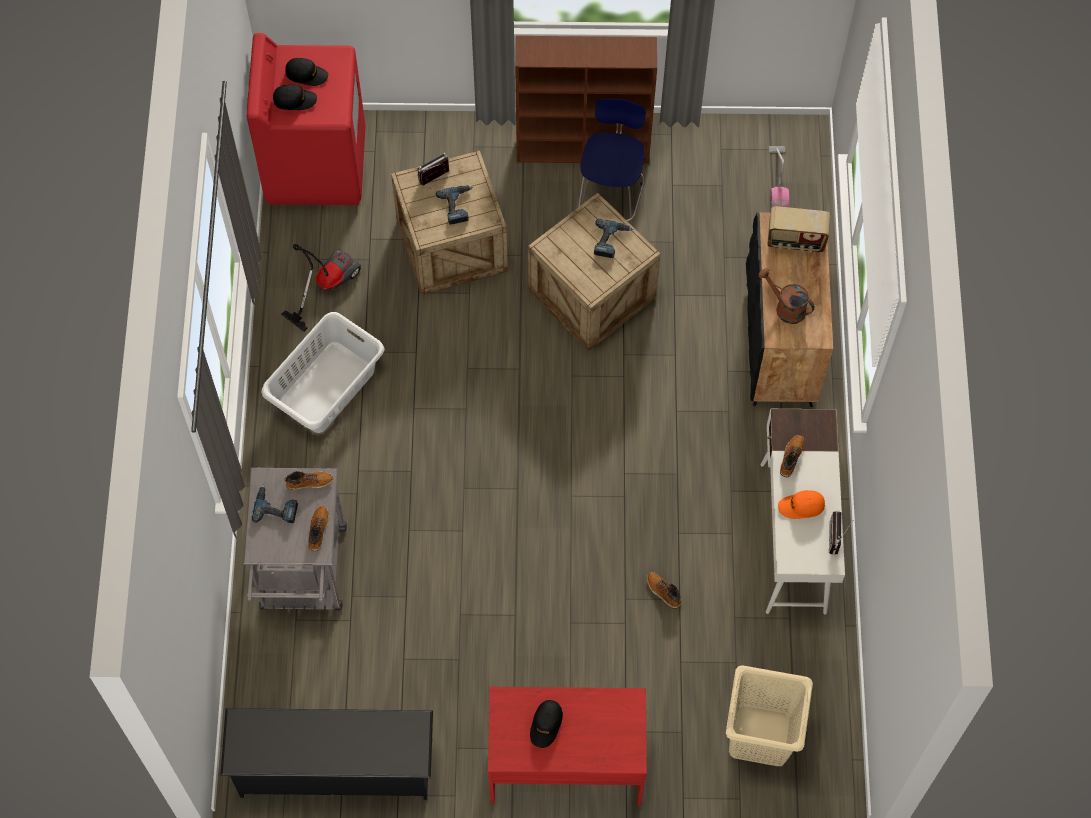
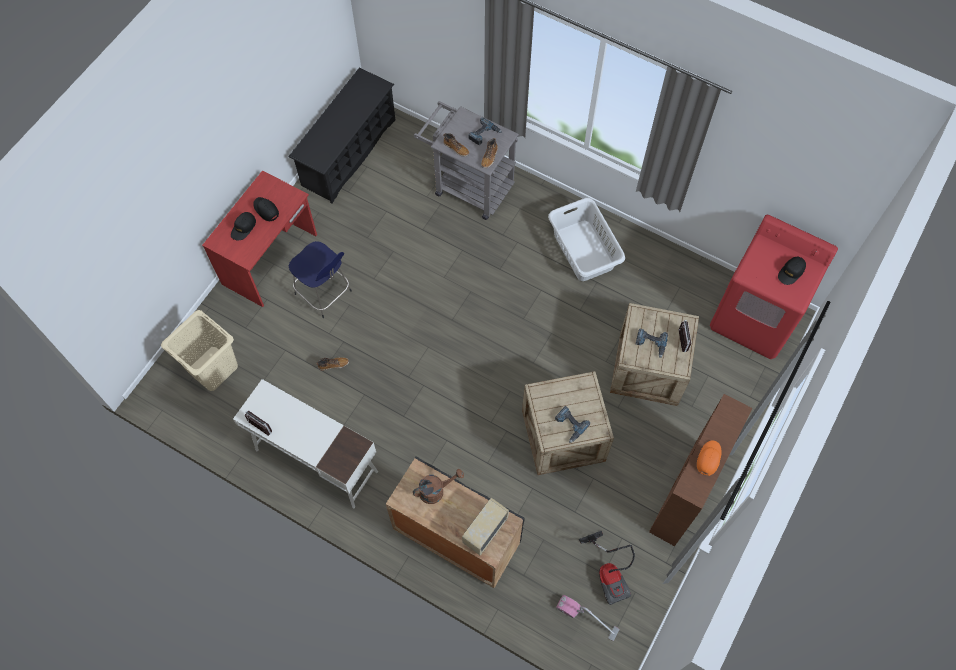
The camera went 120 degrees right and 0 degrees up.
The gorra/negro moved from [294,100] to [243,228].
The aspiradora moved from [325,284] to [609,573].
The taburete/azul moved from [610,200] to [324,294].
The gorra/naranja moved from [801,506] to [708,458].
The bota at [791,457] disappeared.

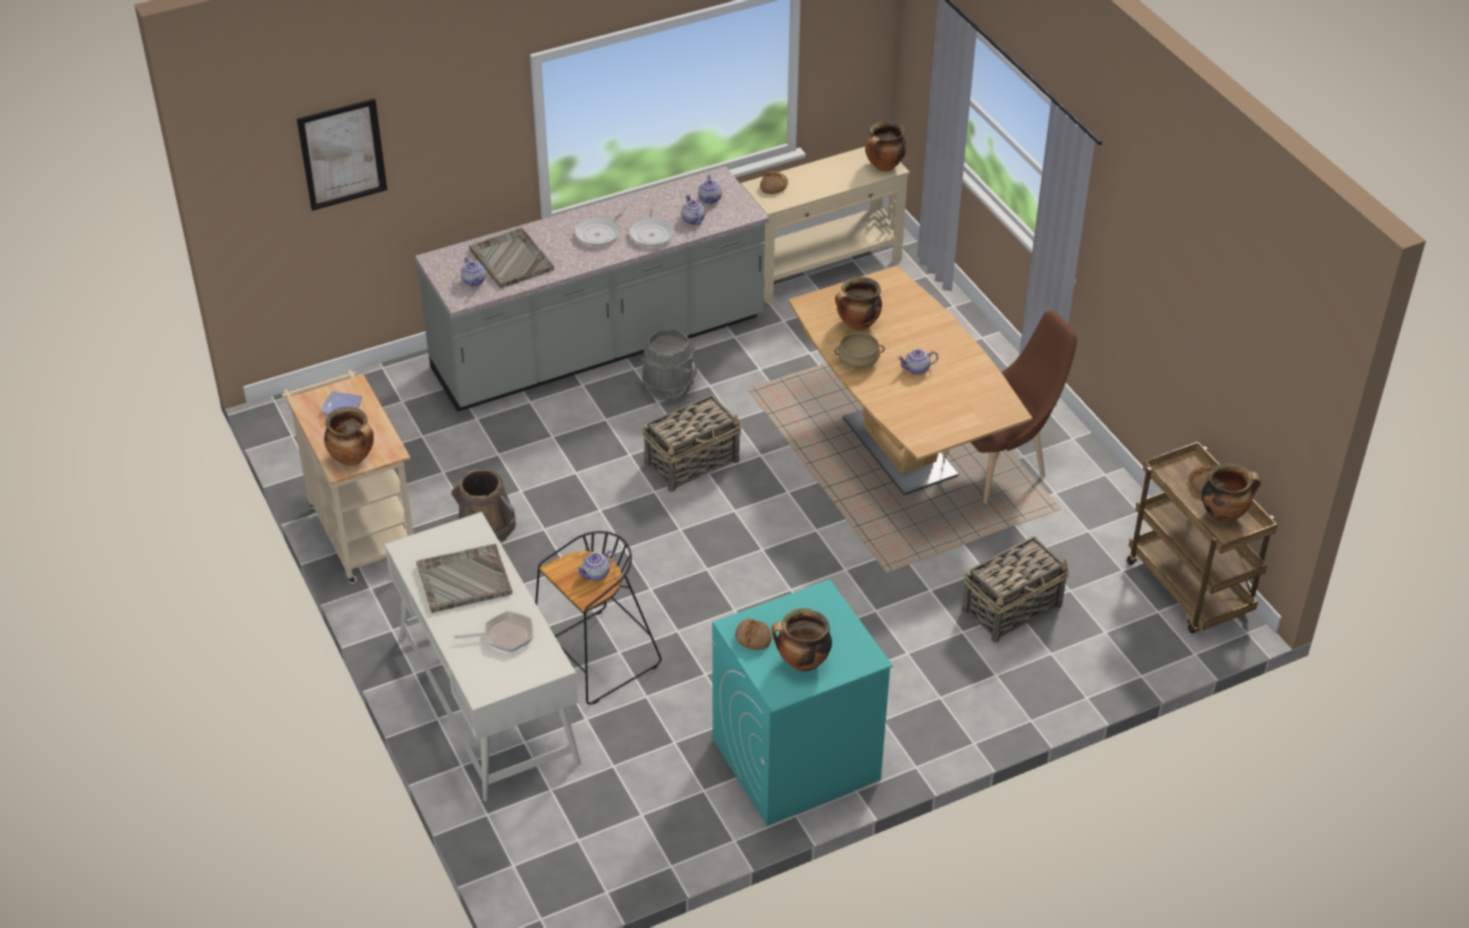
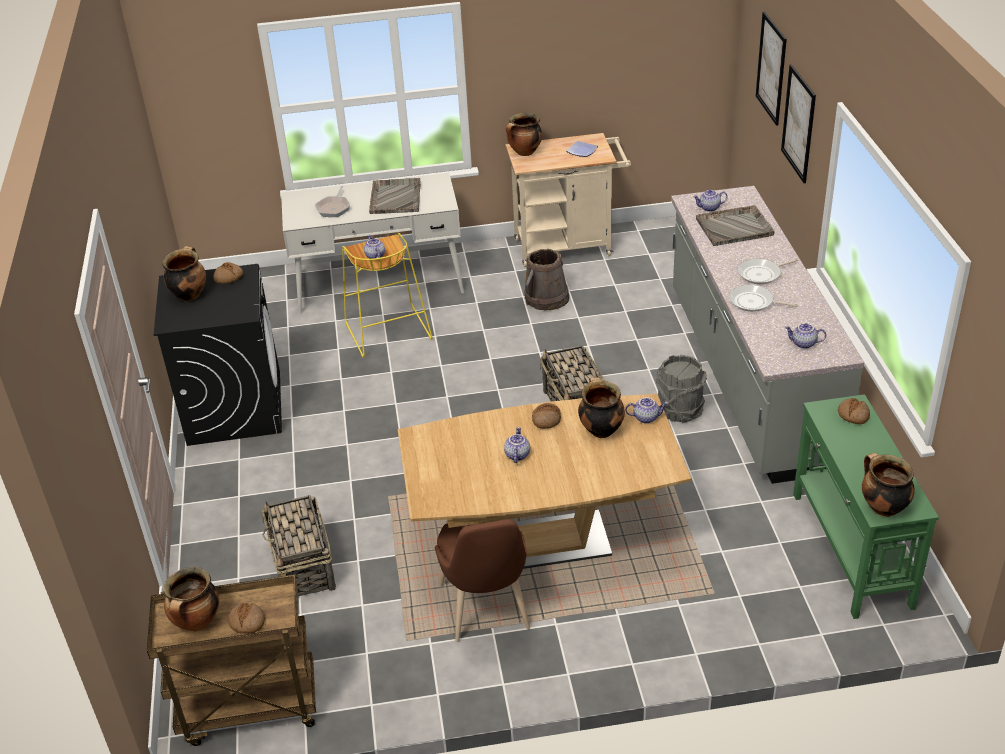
The camera went 110 degrees right and 5 degrees down.
The taburete/negro at [595,659] became the taburete/amarillo at [387,331].
The sartén at [599,233] turned 75 degrees counterclockwise.
The tetera moved from [692,219] to [646,417].
The lavadora/turquesa at [795,760] became the lavadora/negro at [234,407].
The mesa consola/beis at [822,266] became the mesa consola/verde at [851,550].
The olla/beis at [858,361] was replaced by the pan at [546,419].
The cuadro at [798,123] appeared.

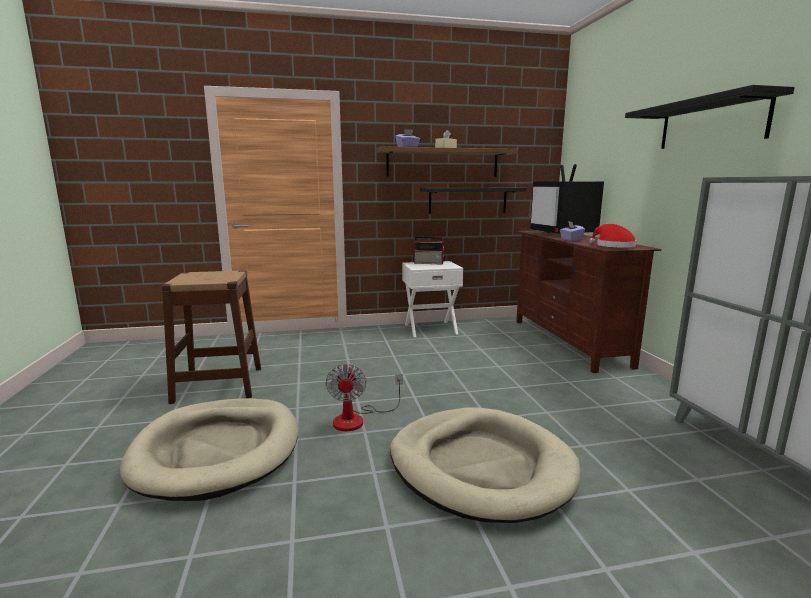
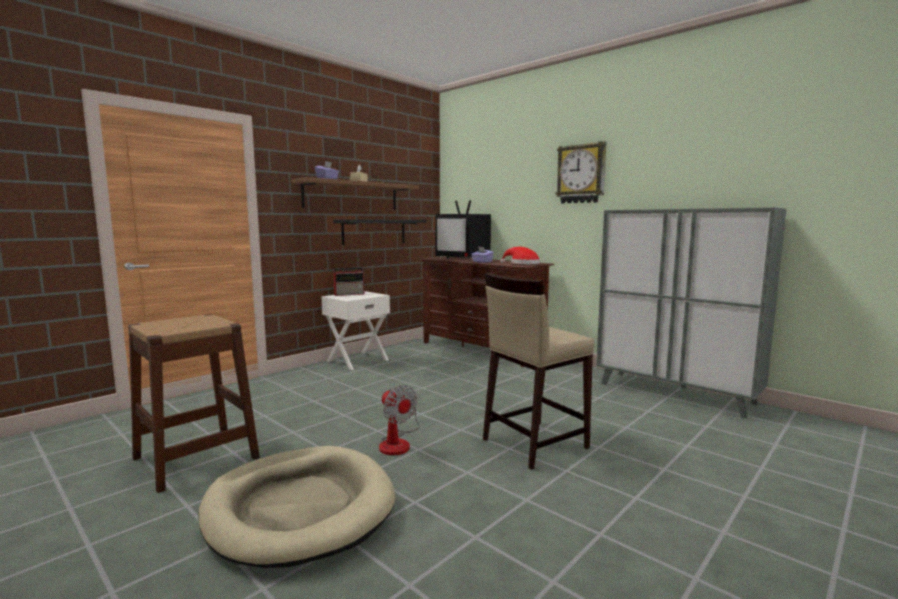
The camera went 35 degrees left and 5 degrees down.
The cama para perro/beis at [480,467] was replaced by the taburete/beis at [533,443].
The estante/negro at [711,123] was replaced by the reloj de pared at [581,174].

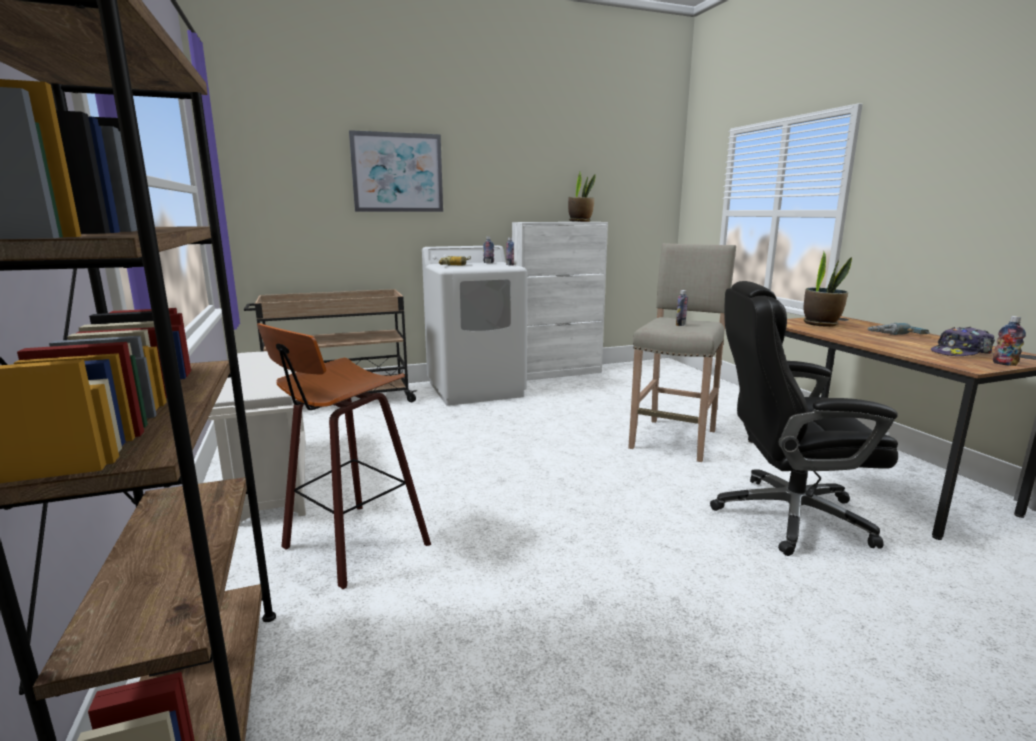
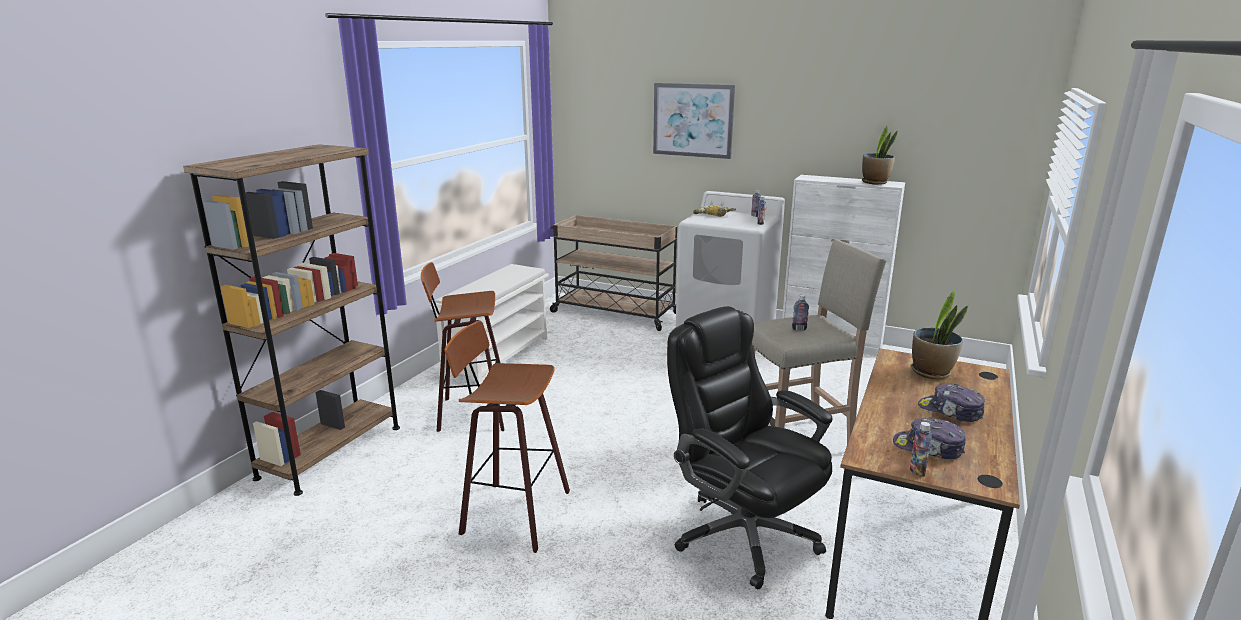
The camera went 45 degrees right and 5 degrees up.
The taladro at [897,336] was replaced by the gorra at [950,411].
The taburete at [512,513] appeared.

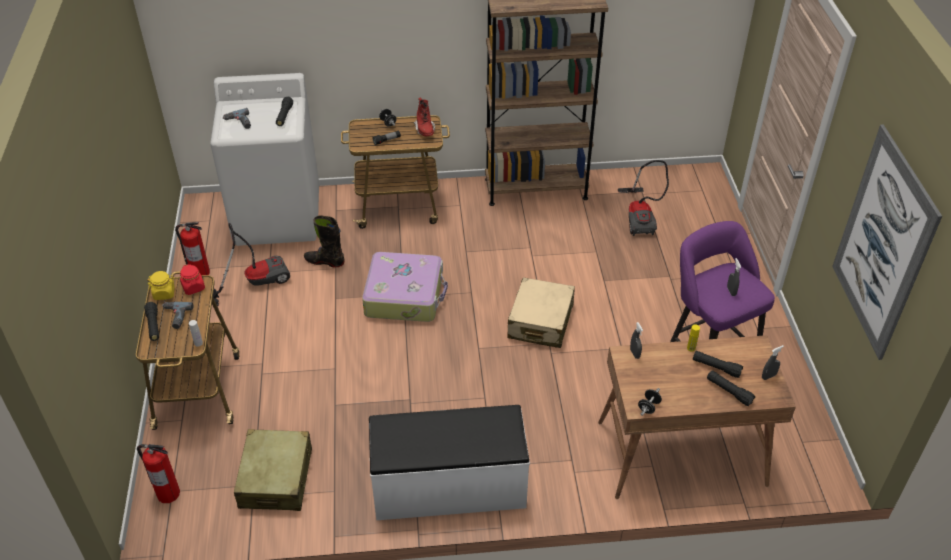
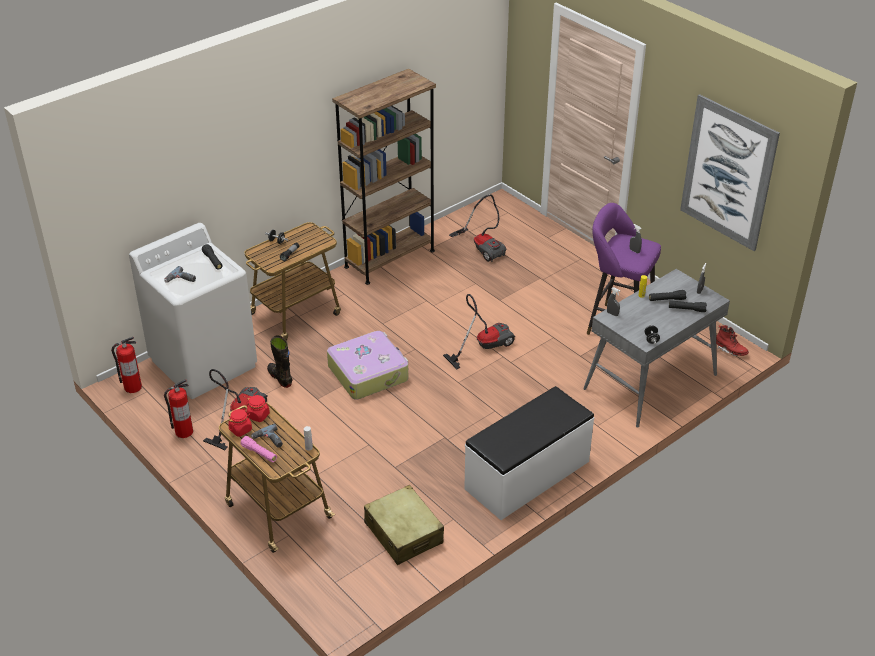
The camera went 35 degrees left and 5 degrees down.
The extintor moved from [167,493] to [132,387].
The linterna/negro at [153,325] became the linterna/rosa at [259,453].
The tarro/amarillo at [164,293] became the tarro/rojo at [240,429].
The bota/negro at [325,261] turned 75 degrees clockwise.
The bota/rojo moved from [425,130] to [730,351].
The maleta/beis at [540,322] was replaced by the aspiradora at [483,346].
The escritorio/marrón at [680,454] became the escritorio/gris at [650,383].

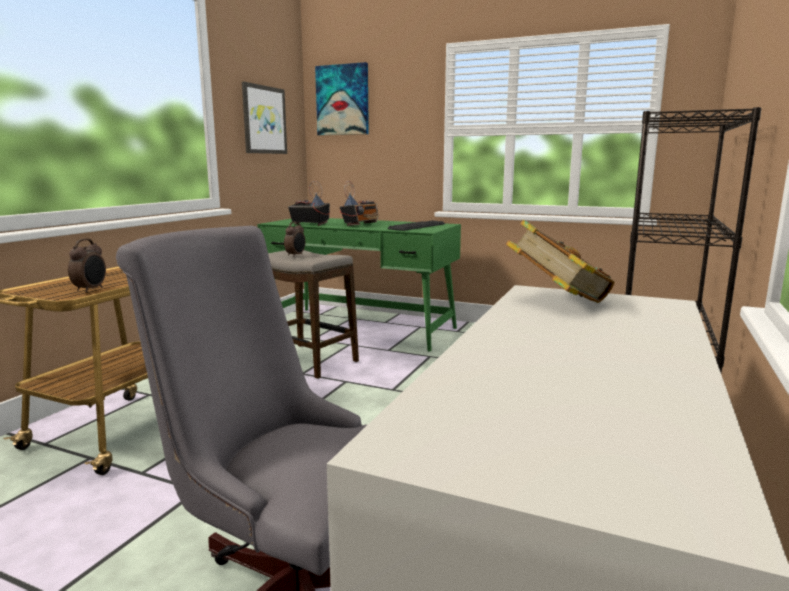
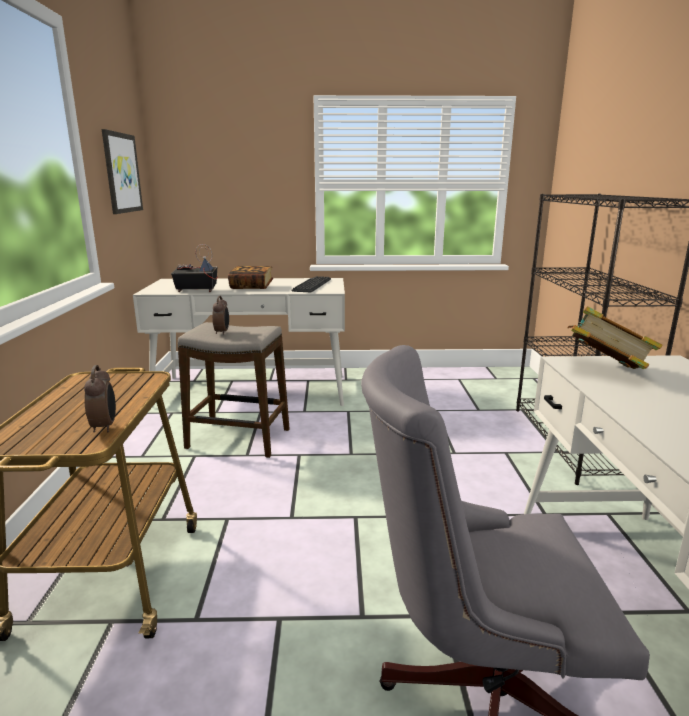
The camera went 25 degrees left and 5 degrees up.
The escritorio/verde at [360,328] became the escritorio/blanco at [253,391].
The cuadro at [343,100] disappeared.
The radio at [360,225] was replaced by the libro at [251,287].

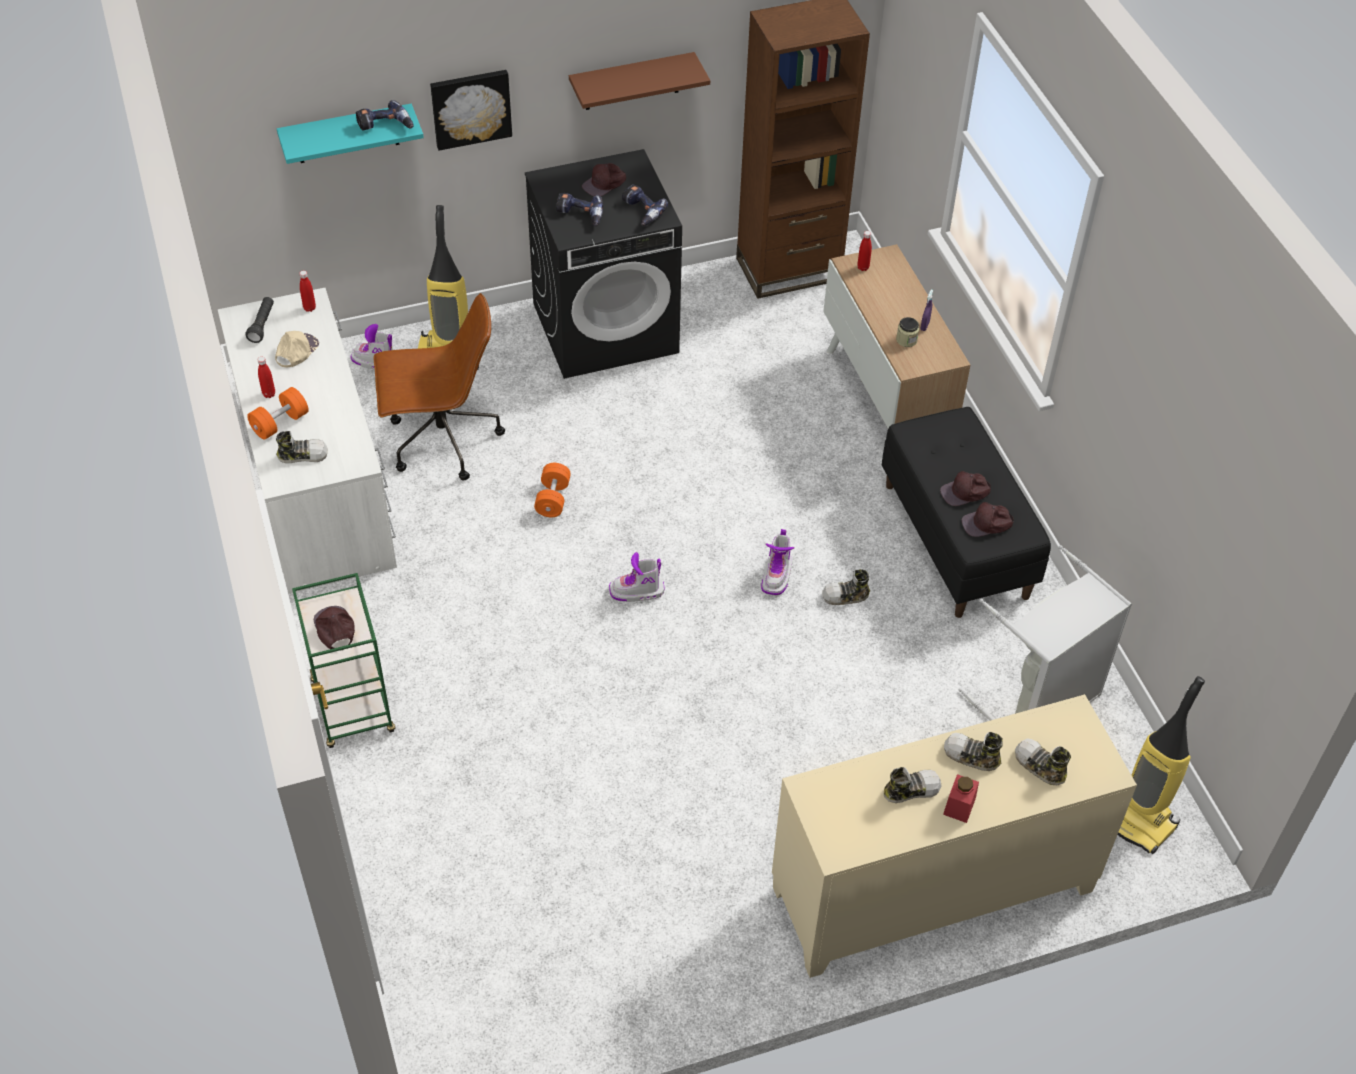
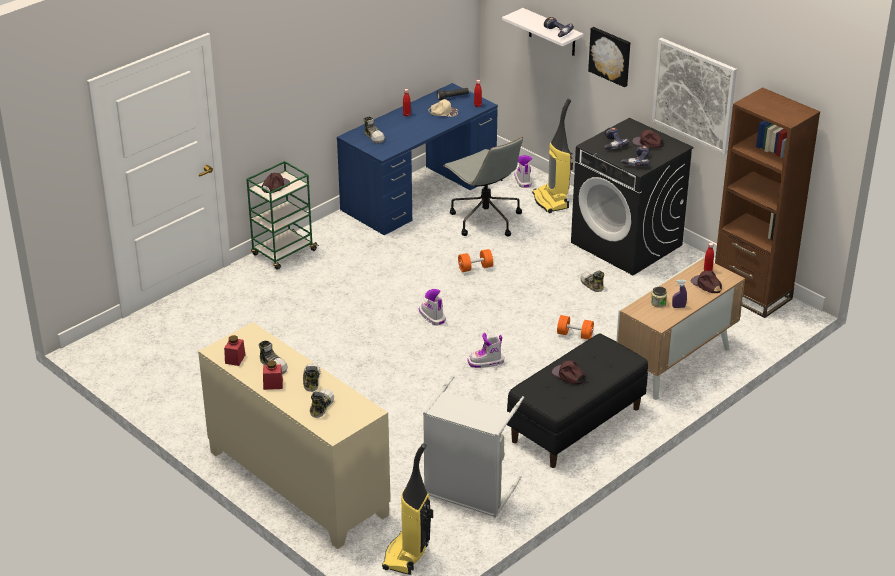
The camera went 65 degrees right and 15 degrees down.
The escritorio/blanco at [317,483] became the escritorio/azul at [420,193].
The mancuerna/naranja moved from [280,423] to [575,335].
The estante/turquesa at [347,134] became the estante/blanco at [552,33].
The silla de oficina/marrón at [441,441] became the silla de oficina/gris at [484,219].
The estante/marrón at [632,81] was replaced by the cuadro at [694,95].
The zapato moved from [846,596] to [591,285].
The gorra/marrón moved from [987,524] to [706,285].
The tarro/rojo at [235,359] appeared.

